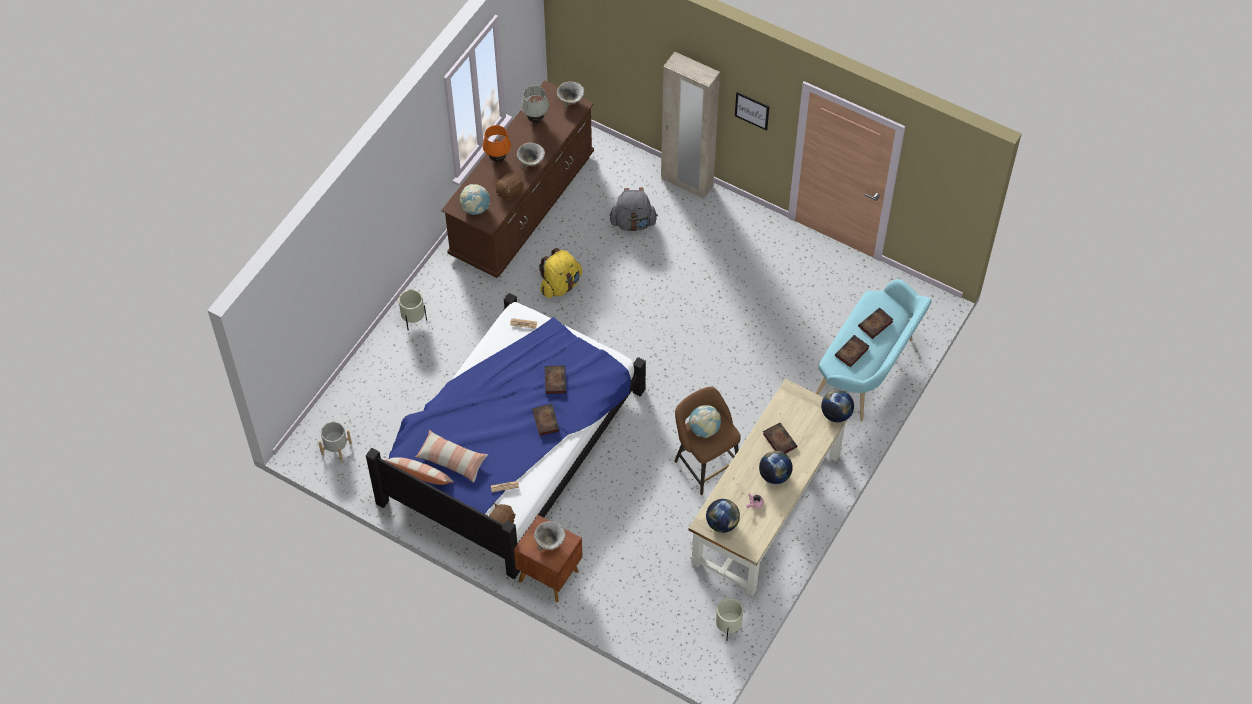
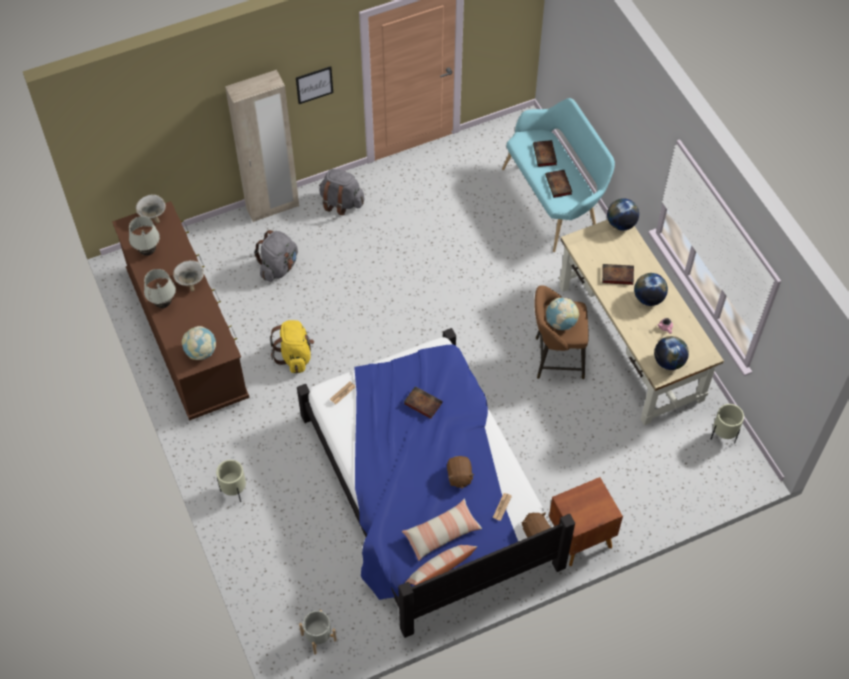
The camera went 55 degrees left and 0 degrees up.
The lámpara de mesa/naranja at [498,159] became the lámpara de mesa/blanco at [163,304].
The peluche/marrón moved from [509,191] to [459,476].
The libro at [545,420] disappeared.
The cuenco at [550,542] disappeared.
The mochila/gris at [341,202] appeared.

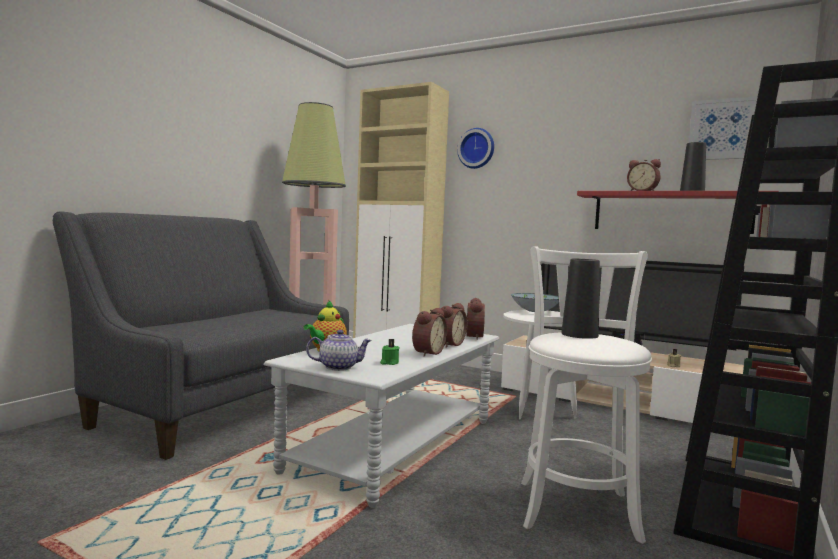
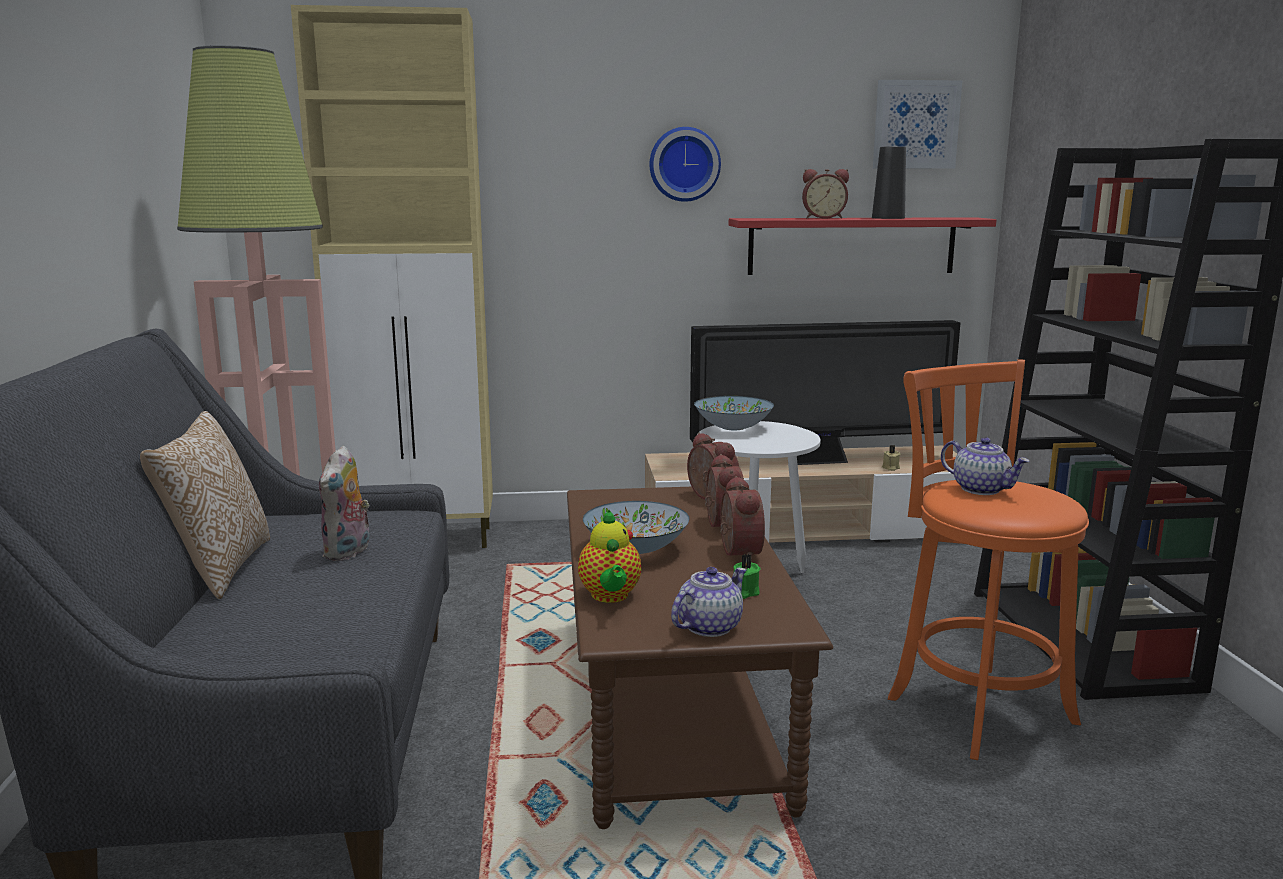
The camera went 35 degrees left and 10 degrees up.
The mesa de centro/gris at [395,445] became the mesa de centro/marrón at [671,704].
The reloj de pared moved from [477,148] to [684,164].
The taburete/blanco at [576,506] became the taburete/naranja at [974,706].
The florero/negro at [579,335] was replaced by the tetera at [981,489].
The cojín at [218,568] appeared.
The peluche at [349,552] appeared.
The cuenco at [636,549] appeared.

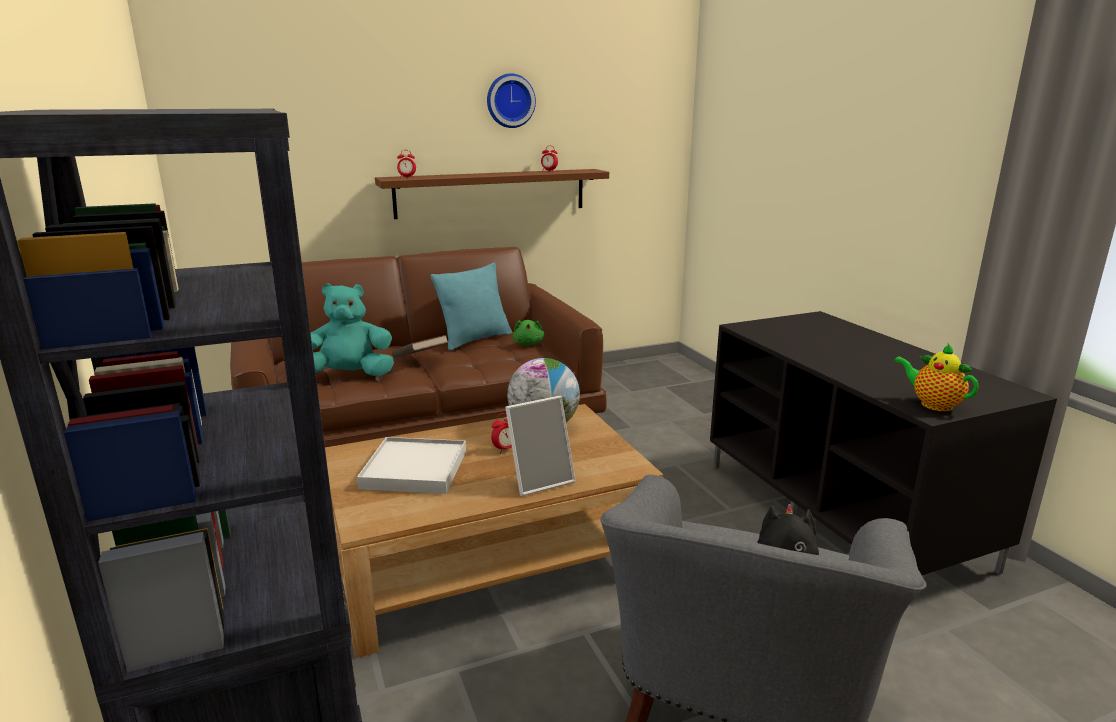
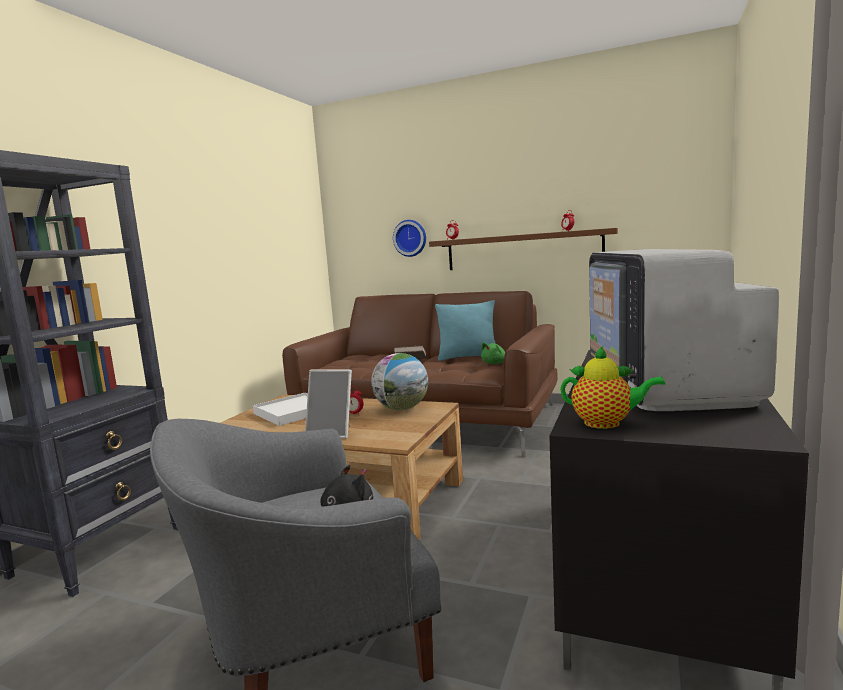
The camera went 45 degrees right and 10 degrees down.
The peluche/turquesa at [349,375] disappeared.
The reloj de pared moved from [510,101] to [410,238].
The tetera at [932,404] turned 105 degrees clockwise.
The televisor at [667,387] appeared.

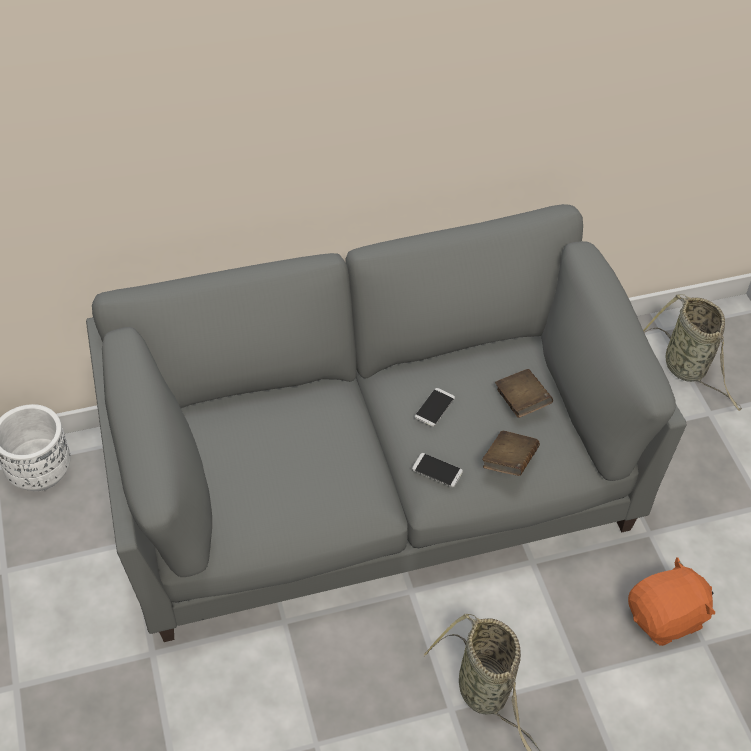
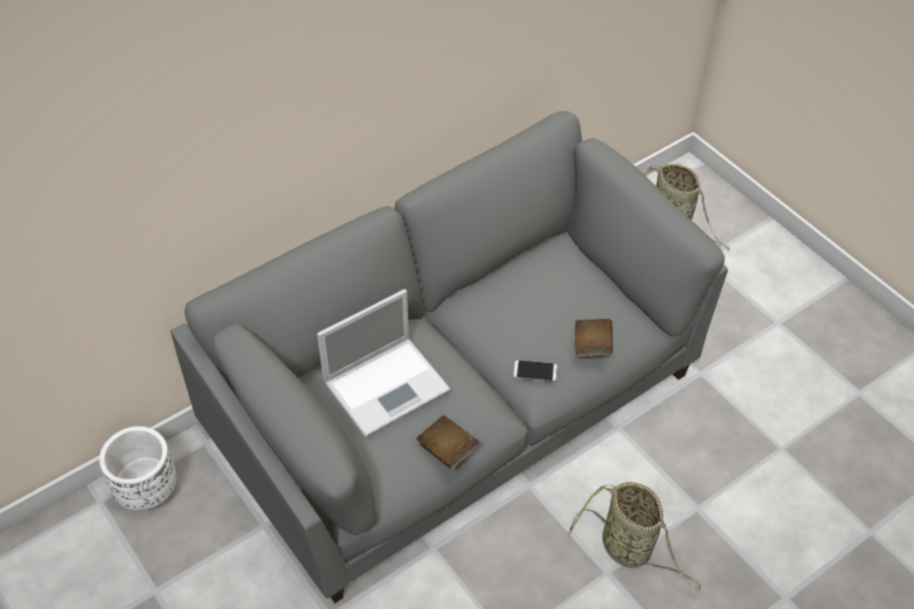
The camera went 20 degrees left and 0 degrees up.
The móvil at [434,407] disappeared.
The libro/marrón moved from [521,402] to [447,450].
The peluche/naranja at [666,618] disappeared.
The portátil at [388,385] appeared.

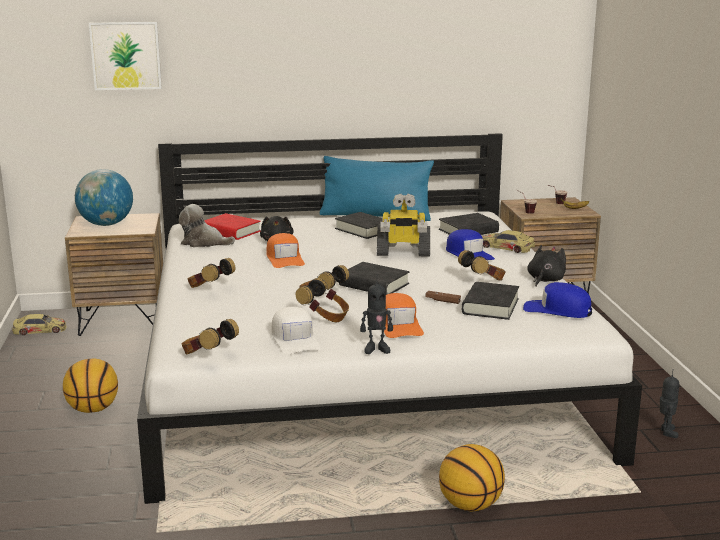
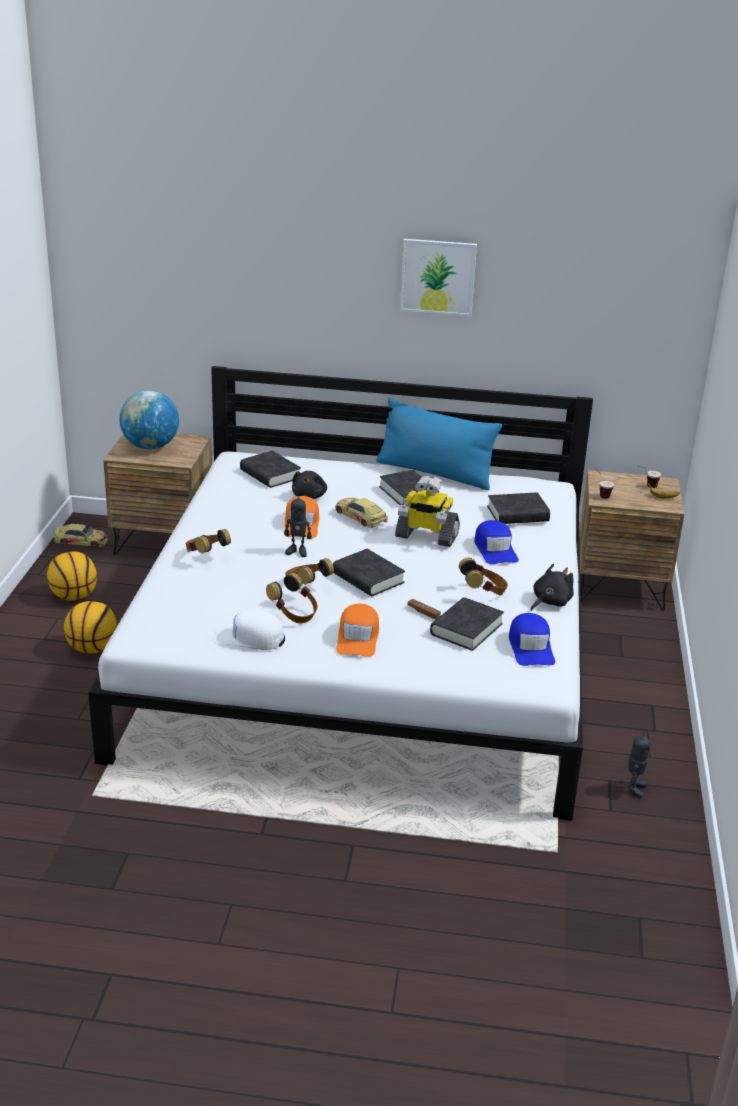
The camera went 15 degrees right and 10 degrees up.
The cuadro moved from [126,55] to [438,277].
The peluche at [204,243] disappeared.
The auriculares at [208,356] disappeared.
The libro/rojo at [230,232] became the libro/negro at [270,474].
The gorra/blanco at [295,339] turned 105 degrees clockwise.
The robot de juguete moved from [376,349] to [297,551].
The balón de baloncesto moved from [470,505] to [74,596].
The coche de juguete moved from [506,247] to [360,516].
The gorra/azul at [557,310] turned 135 degrees counterclockwise.

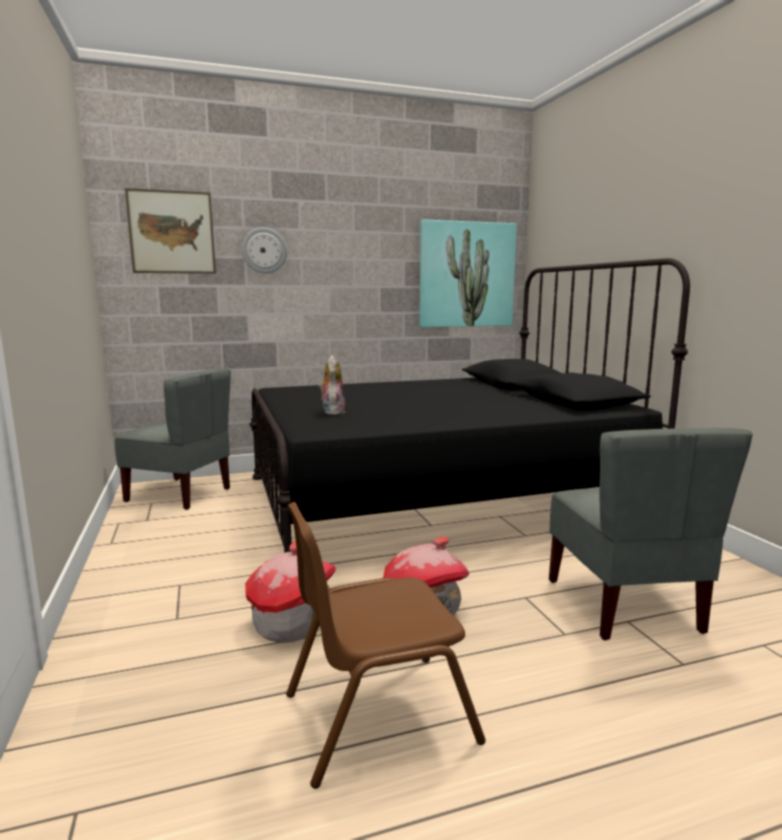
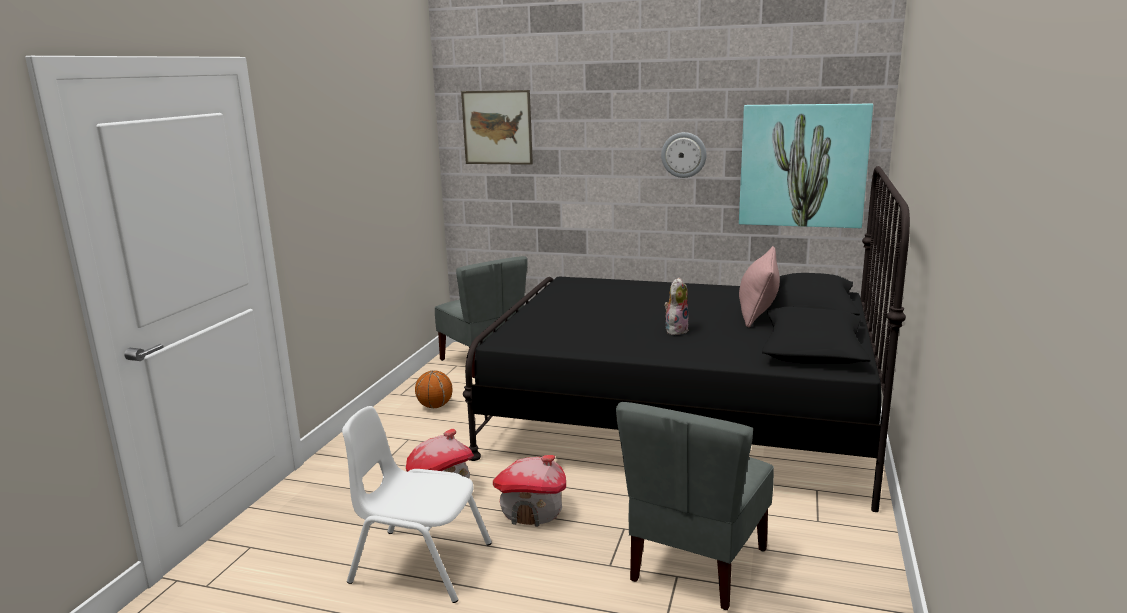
The camera went 35 degrees right and 5 degrees up.
The reloj de pared moved from [264,250] to [683,155].
The silla/marrón at [378,716] became the silla/blanco at [420,563].
The peluche moved from [332,412] to [675,330].
The balón de baloncesto at [435,406] appeared.
The cojín/rosa at [758,311] appeared.

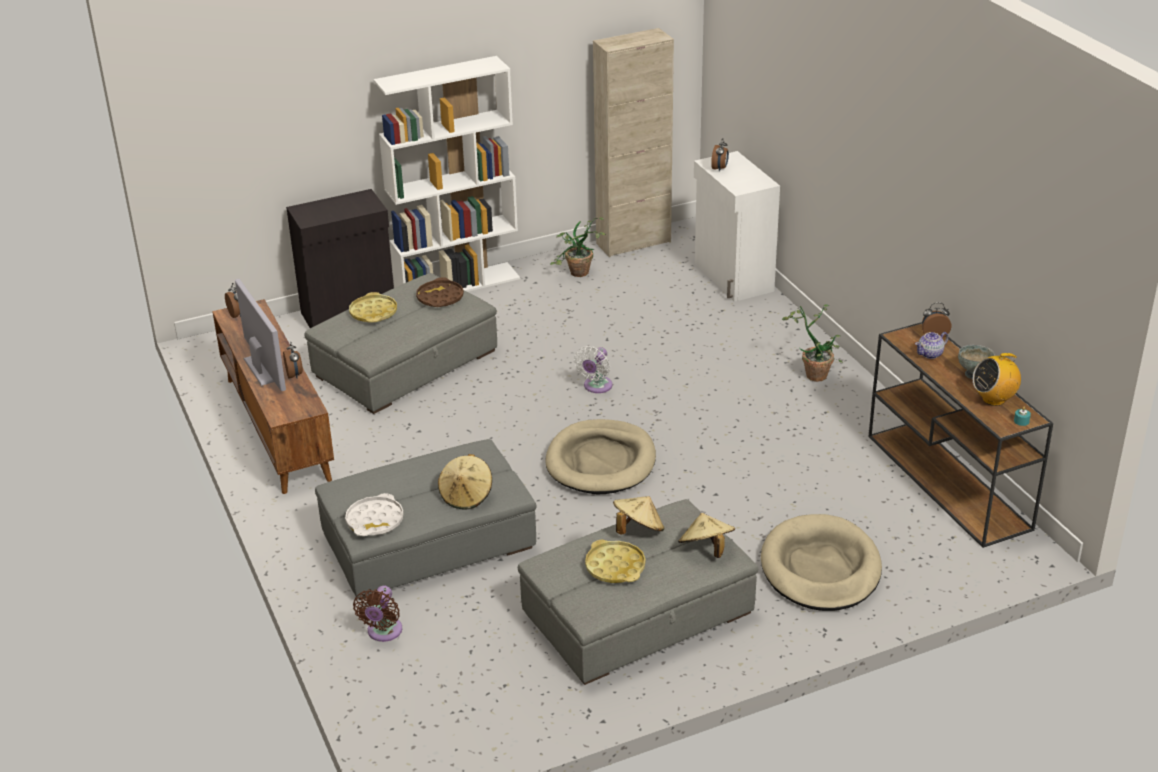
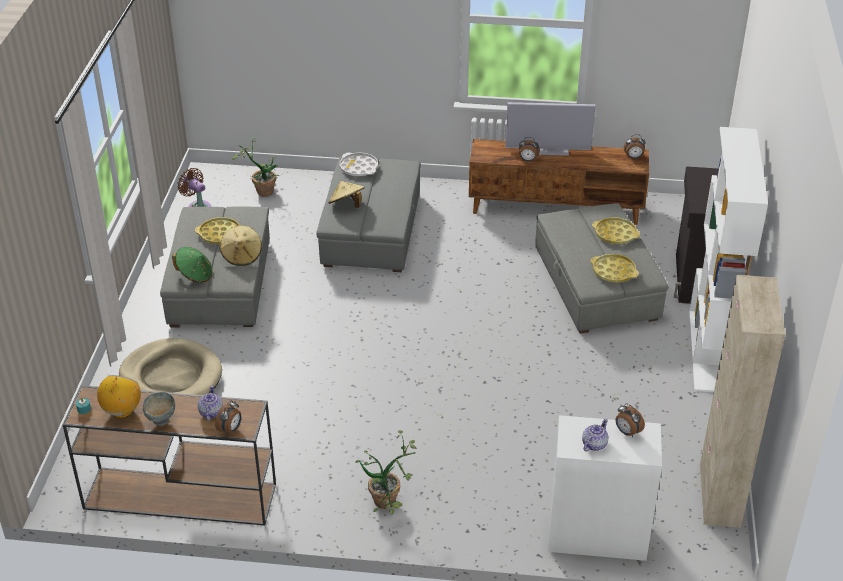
The camera went 120 degrees right and 5 degrees up.
The ventilador/marrón moved from [383,632] to [198,206].
The bandeja/marrón at [440,298] became the bandeja/amarillo at [613,272].
The cama para perro/beis at [601,461] disappeared.
The planta en maceta moved from [578,275] to [262,190].
The ventilador/blanco at [596,387] disappeared.
The sombrero/beis at [706,549] became the sombrero/verde at [195,275].
The tetera at [594,444] appeared.

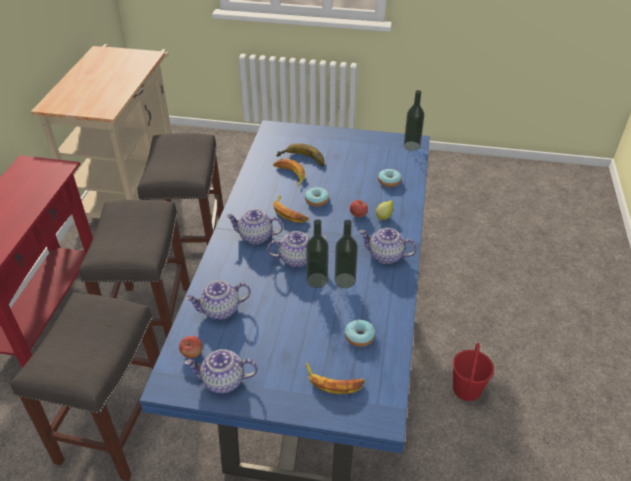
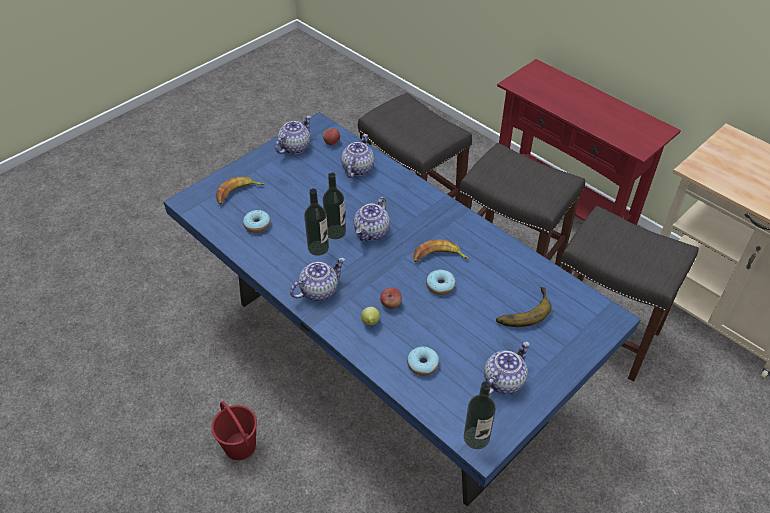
The camera went 125 degrees right and 5 degrees up.
The tetera moved from [255,237] to [503,380].
The plátano at [289,175] disappeared.

